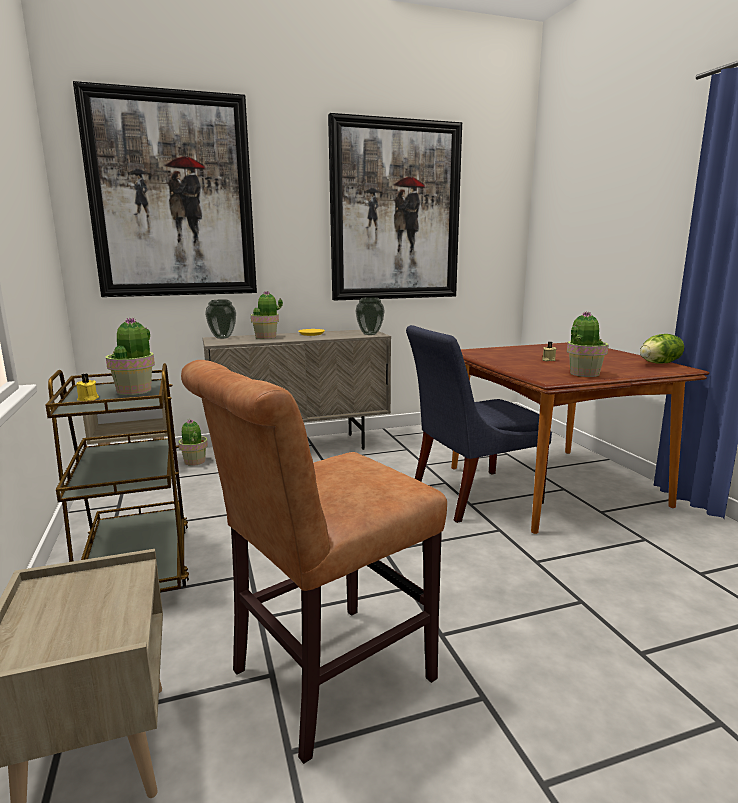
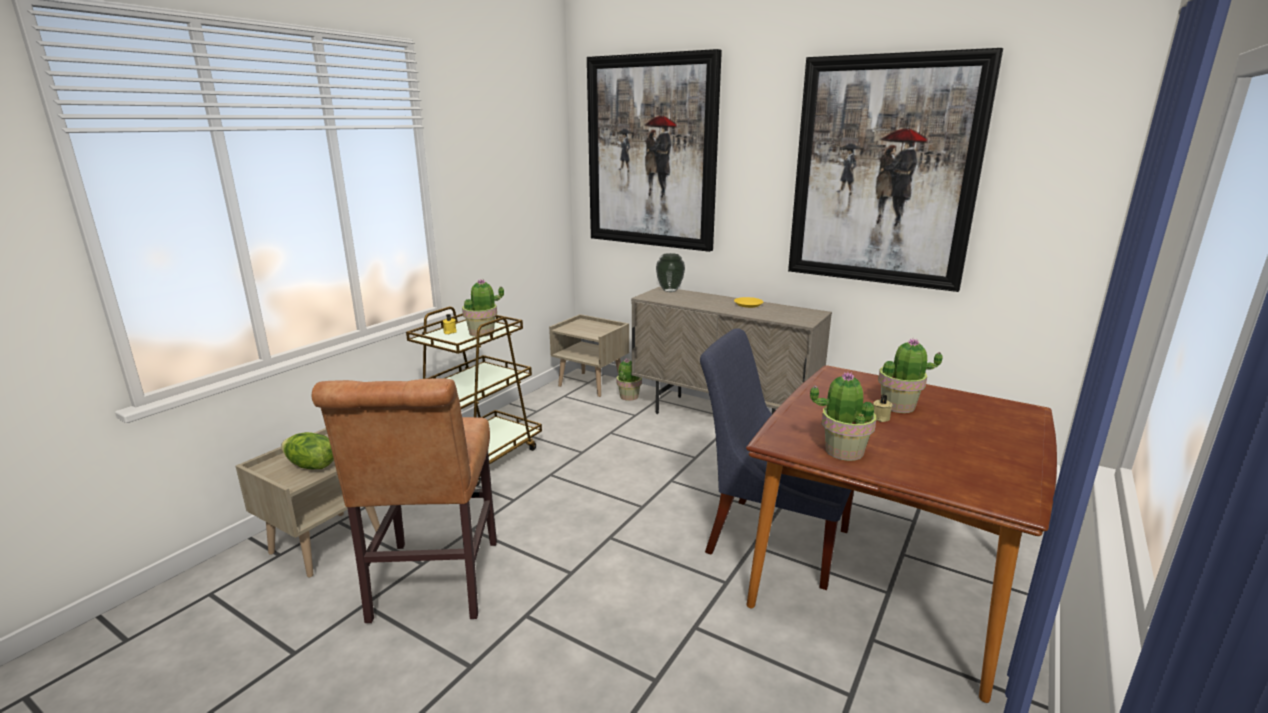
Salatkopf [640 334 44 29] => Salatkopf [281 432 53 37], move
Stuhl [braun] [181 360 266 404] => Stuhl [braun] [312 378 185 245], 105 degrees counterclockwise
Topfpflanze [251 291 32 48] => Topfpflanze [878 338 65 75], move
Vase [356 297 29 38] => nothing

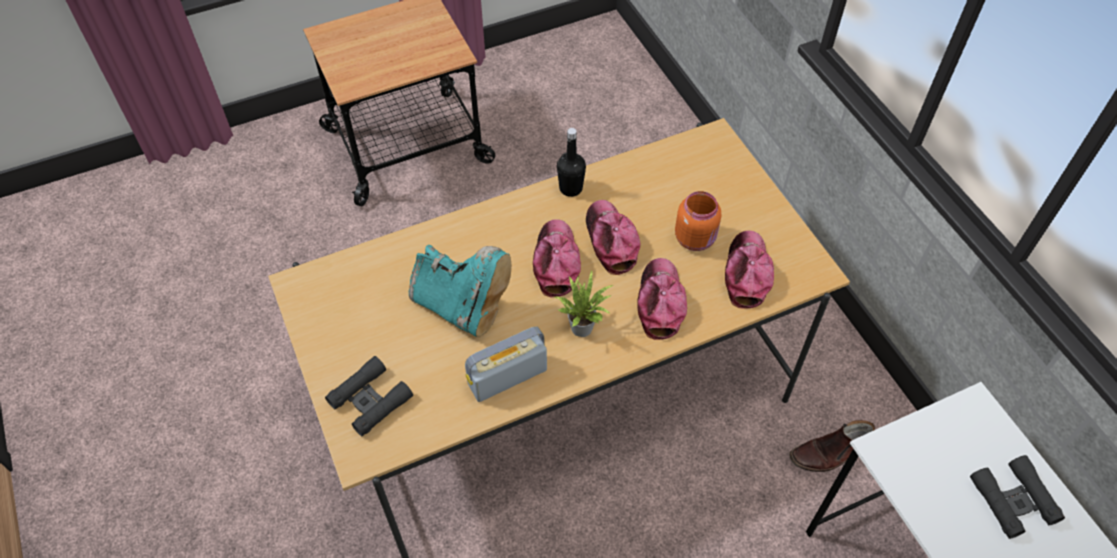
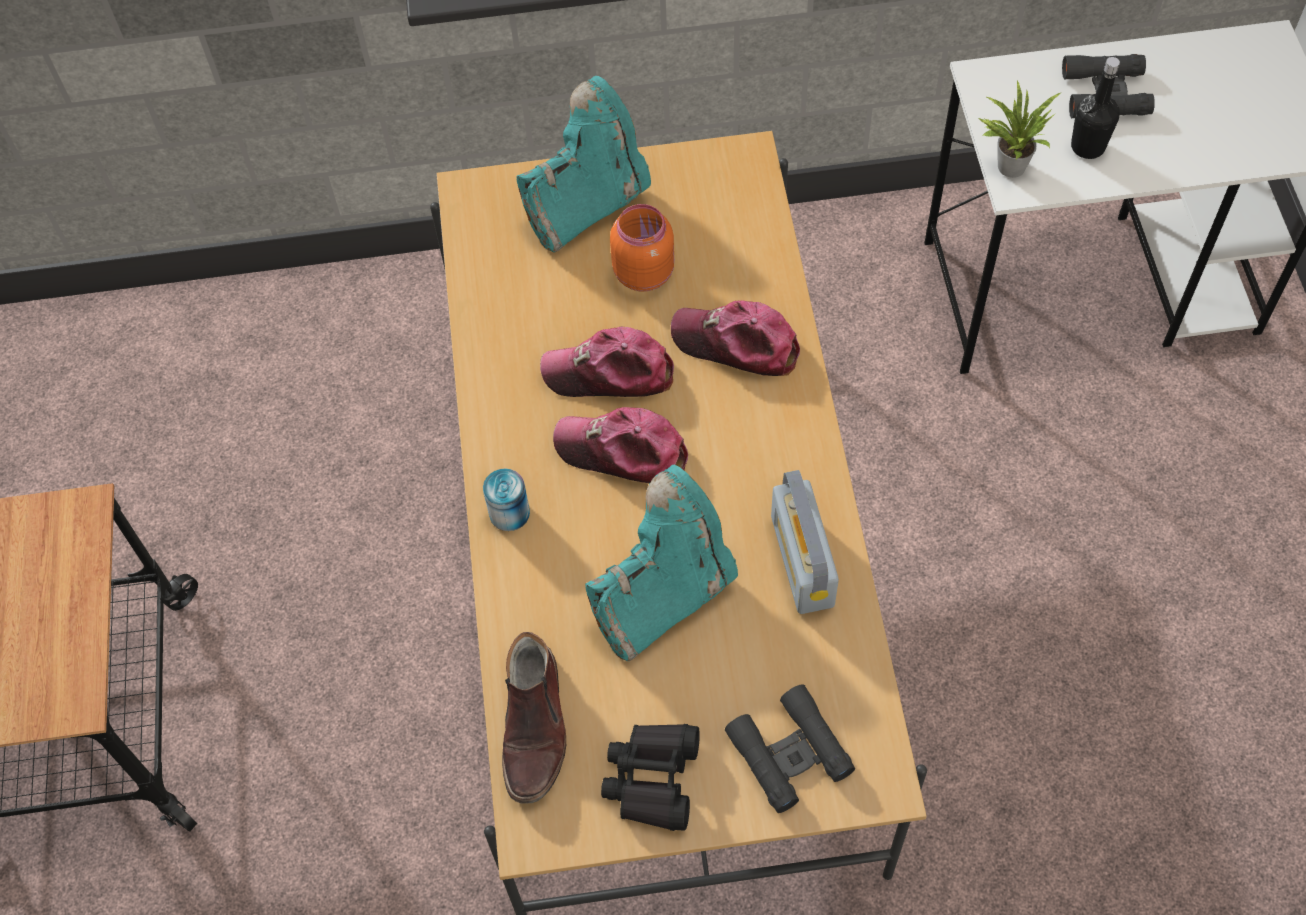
nothing => Dose [483 469 47 62]
Stiefel [braun] [789 420 86 52] => Stiefel [braun] [502 632 64 172], move
nothing => Stiefel [türkis] [516 76 135 177]
nothing => Fernglas [schwarz] [601 724 99 107]
Topfpflanze [555 271 58 66] => Topfpflanze [978 81 82 97], move
Flasche [schwarz] [557 128 29 69] => Flasche [schwarz] [1071 57 49 102], move
Kappe [725 230 49 78] => nothing

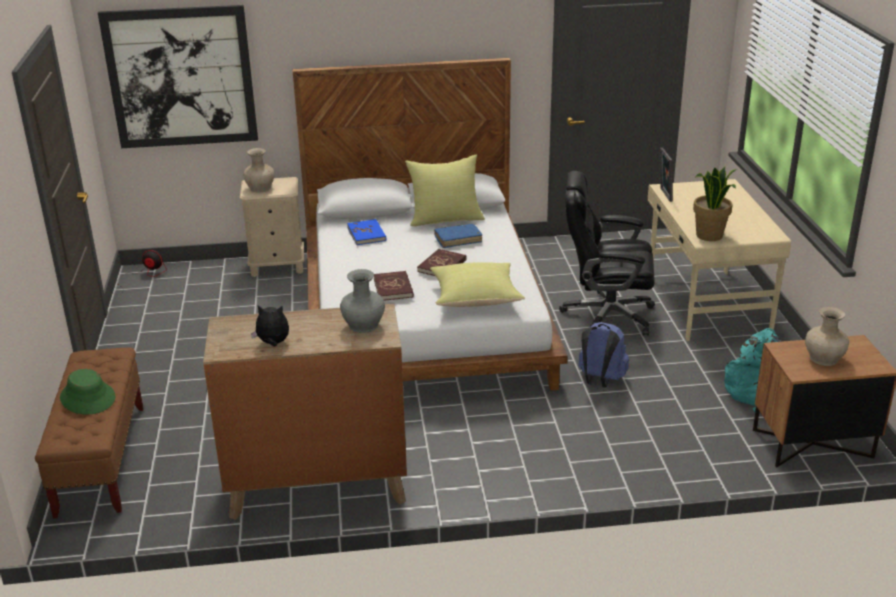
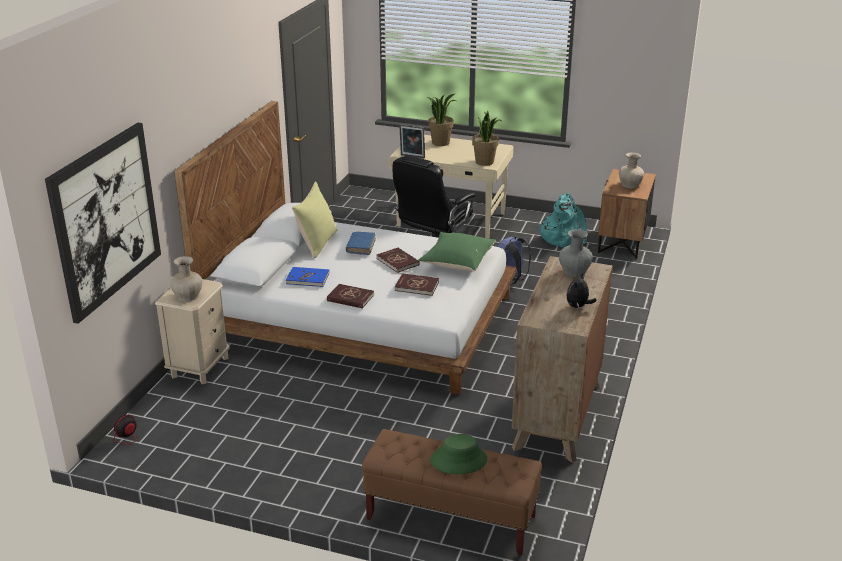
nothing => Buch [rot] [327 284 47 24]
Kissen [gelb] [430 262 95 45] => Kissen [grün] [419 232 77 39]
nothing => Topfpflanze [427 93 29 53]

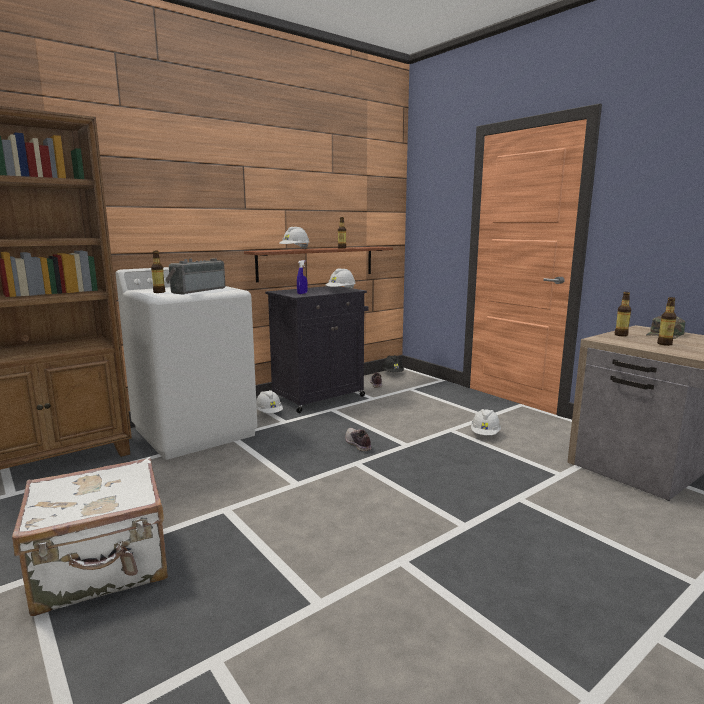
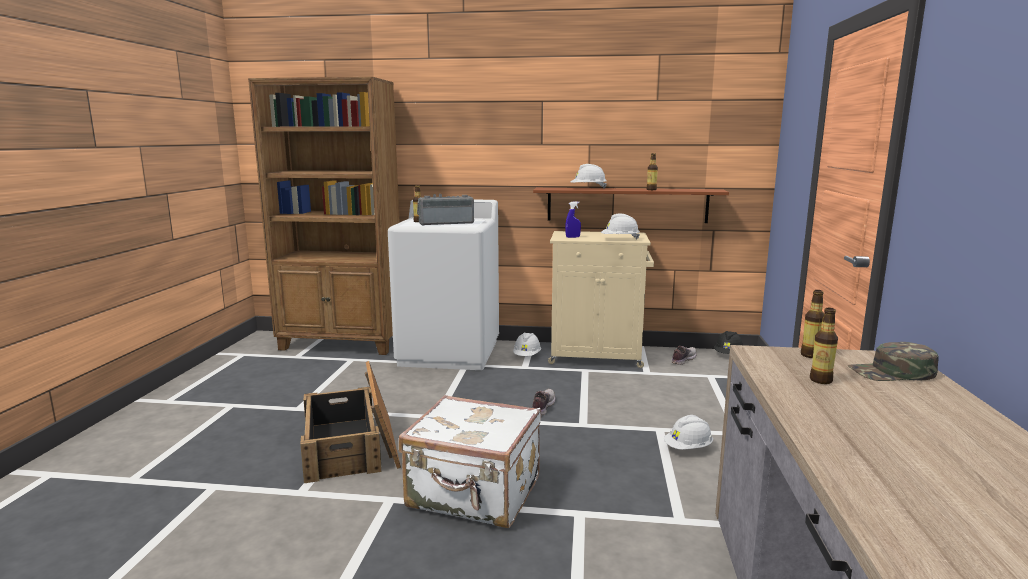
nothing => Kiste [300 361 101 122]
Koffer [weiß] [12 457 156 159] => Koffer [weiß] [399 395 142 133], move
Schrank [schwarz] [265 286 104 127] => Schrank [beige] [548 231 106 137]

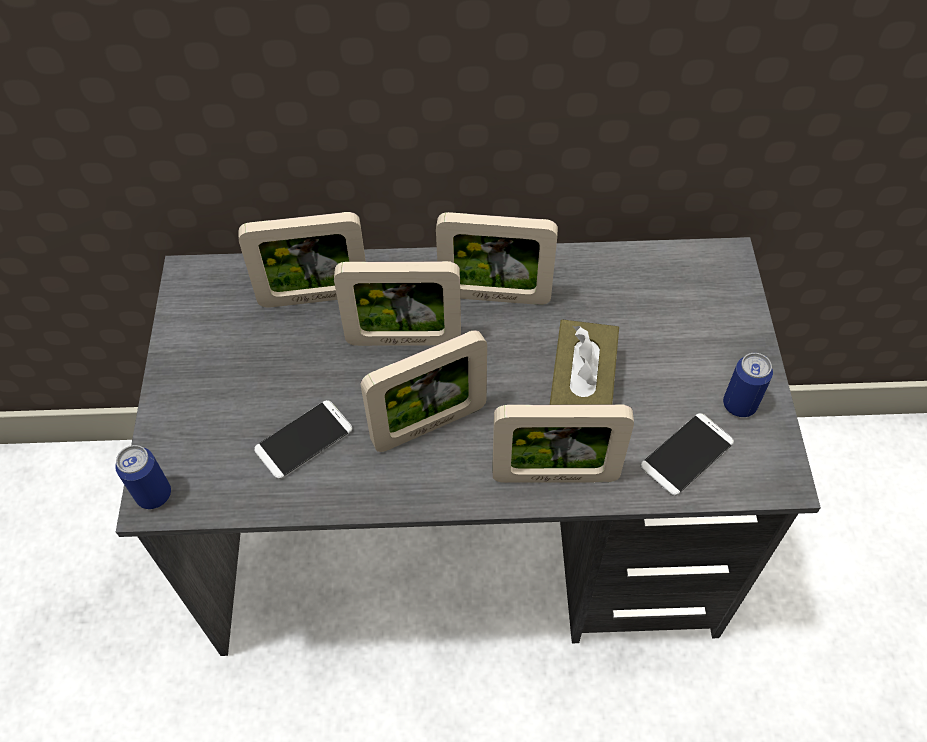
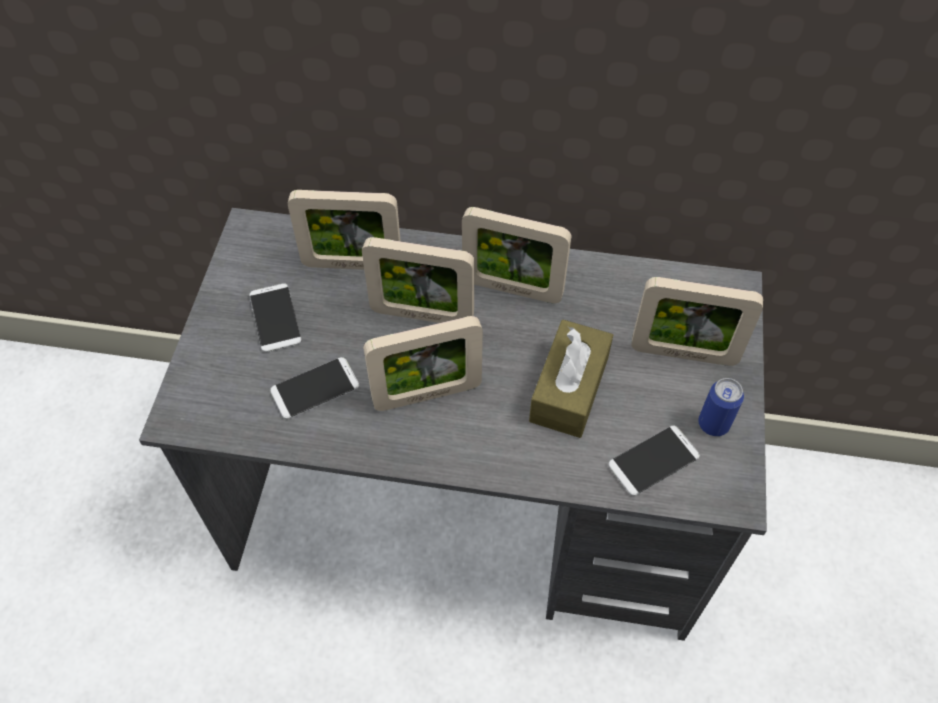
nothing => Handy [249 283 53 69]
Bilderrahmen [492 404 142 79] => Bilderrahmen [632 277 131 89], move
Dose [115 445 56 64] => nothing

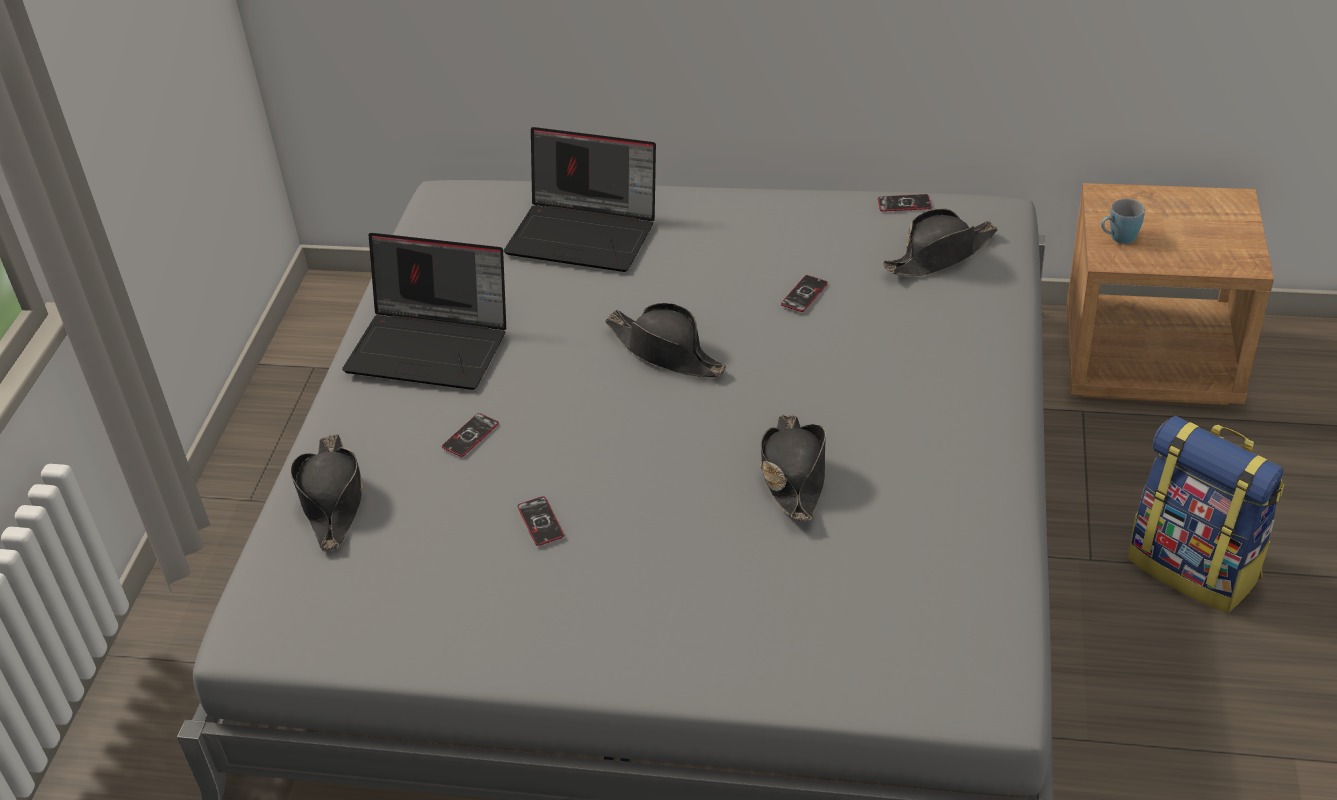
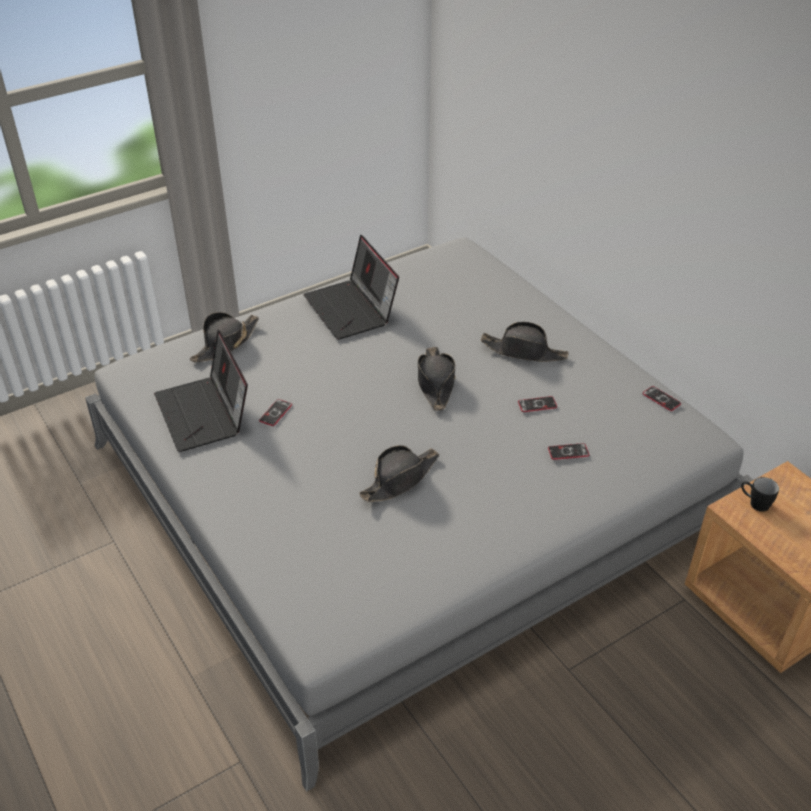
Laptop [504 127 152 145] => Laptop [154 330 94 122], move
Hut [schwarz] [883 209 115 67] => Hut [schwarz] [481 322 87 40], move
Handy [442 413 57 44] => Handy [548 443 41 17], move
Henkelbecher [blau] [1101 199 44 45] => Henkelbecher [schwarz] [741 477 38 35]
Rucksack [1128 416 156 197] => nothing

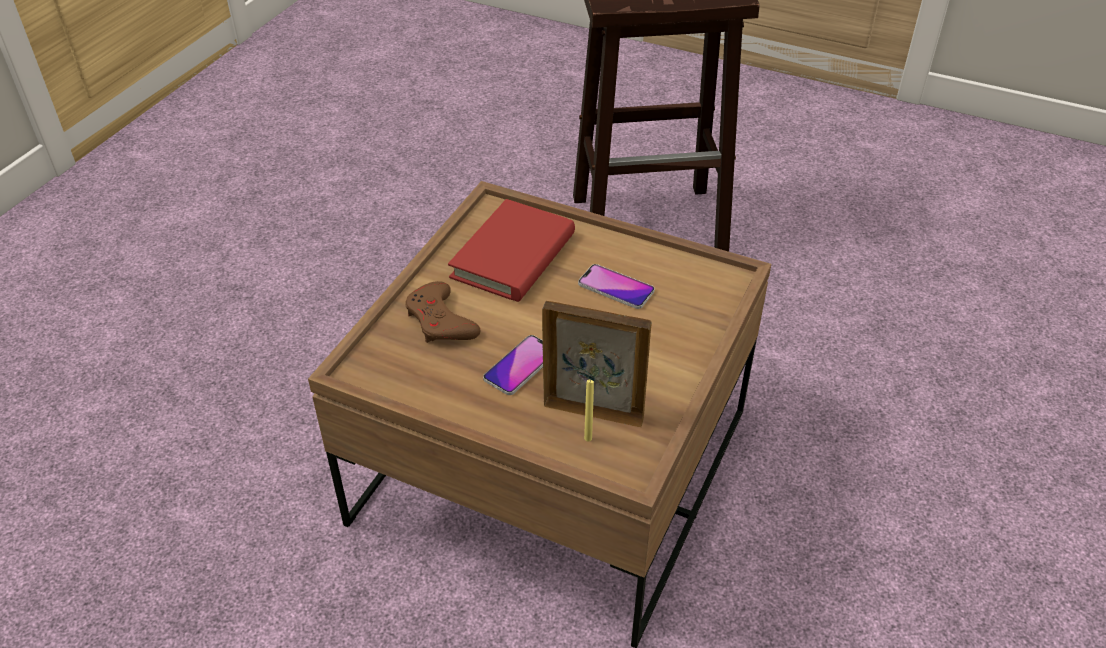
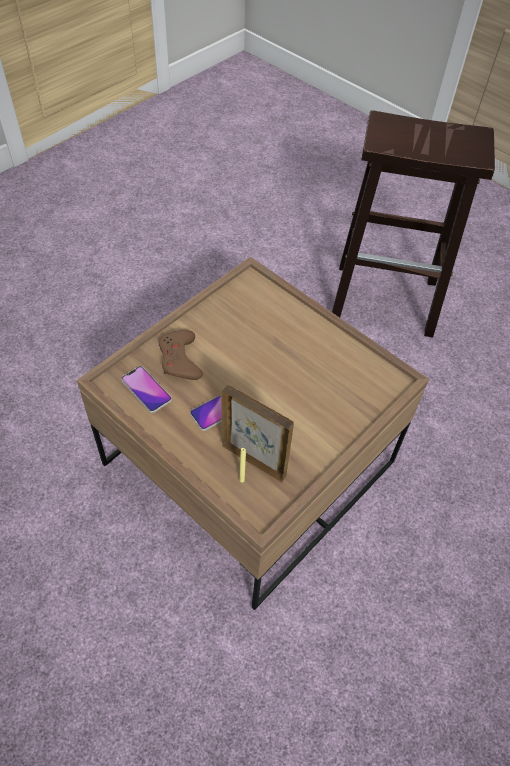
Handy [578 264 77 45] => Handy [121 366 51 47], move
Buch [rot] [448 199 127 103] => nothing

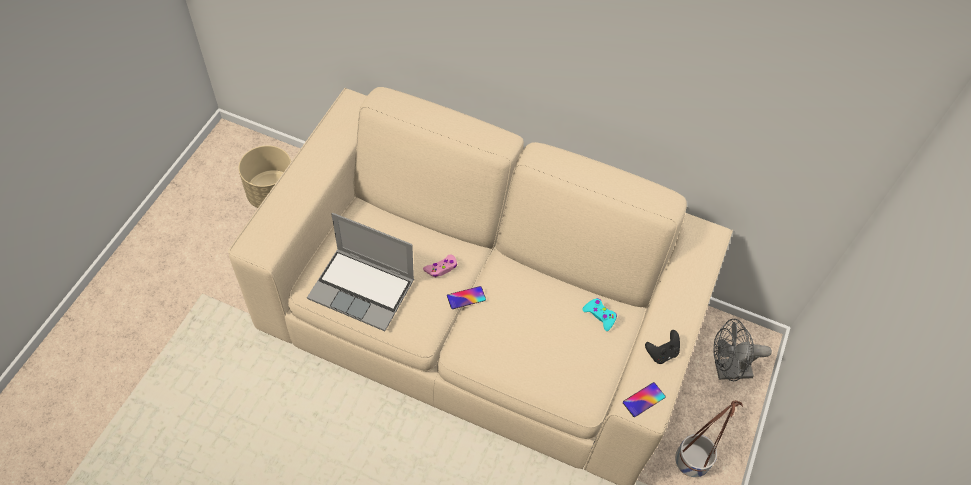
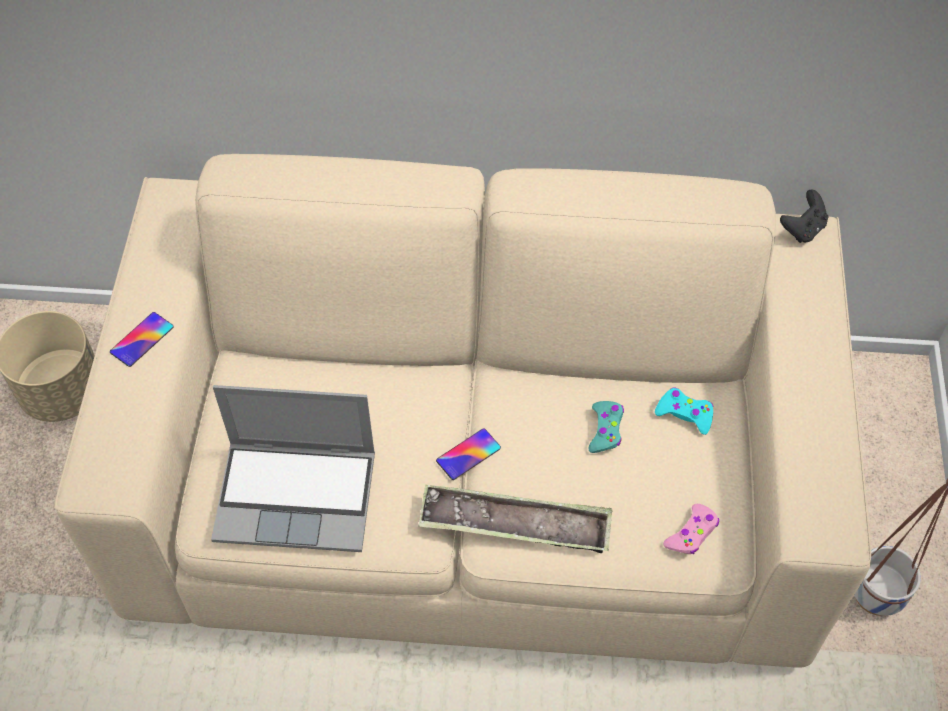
Handy [623 382 43 35] => Handy [110 312 64 55], move
nothing => Tablett [418 485 195 68]
nothing => Gamepad [türkis] [589 401 35 52]
Gamepad [rosa] [423 254 34 24] => Gamepad [rosa] [663 504 56 50], move
Gamepad [schwarz] [645 330 35 34] => Gamepad [schwarz] [780 190 49 53], move
Ventilator [grau] [714 319 58 62] => nothing

